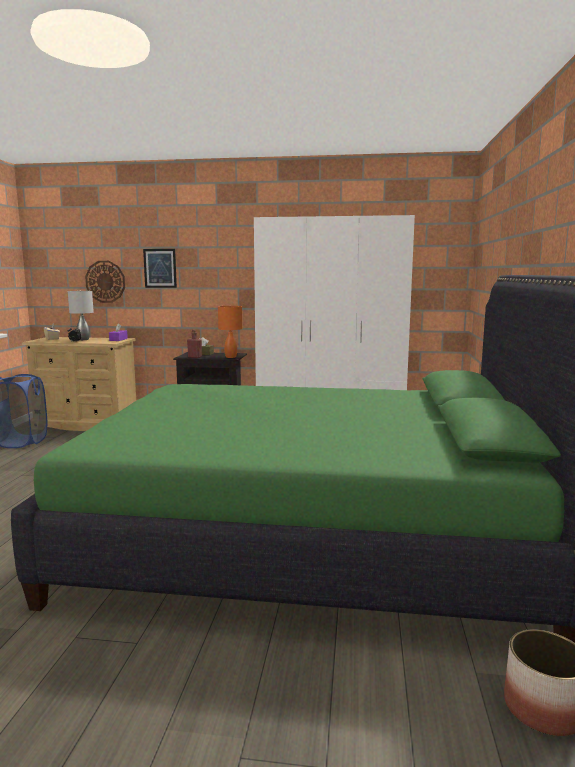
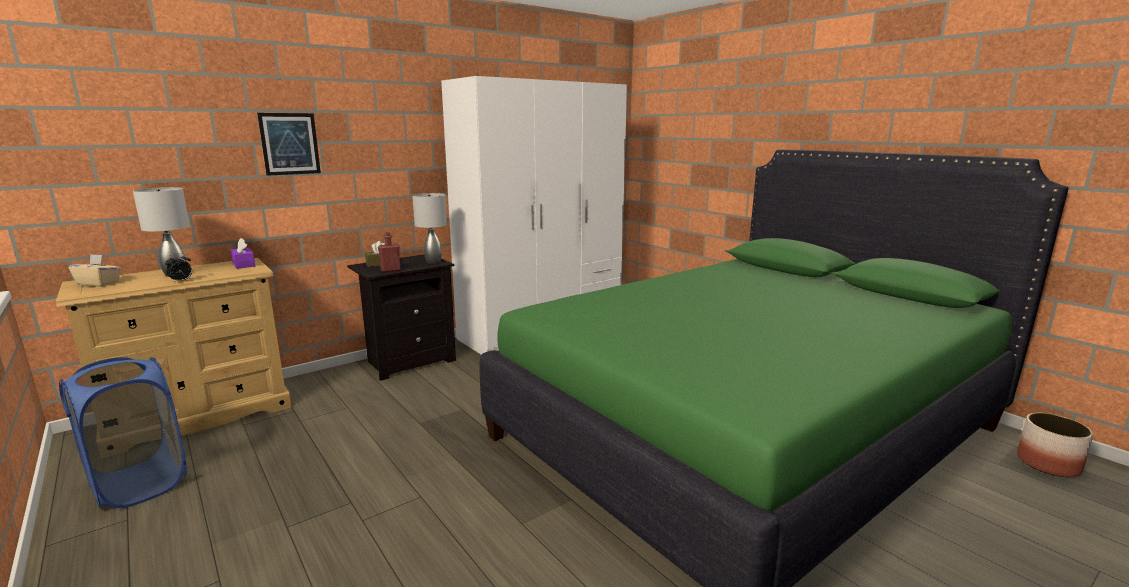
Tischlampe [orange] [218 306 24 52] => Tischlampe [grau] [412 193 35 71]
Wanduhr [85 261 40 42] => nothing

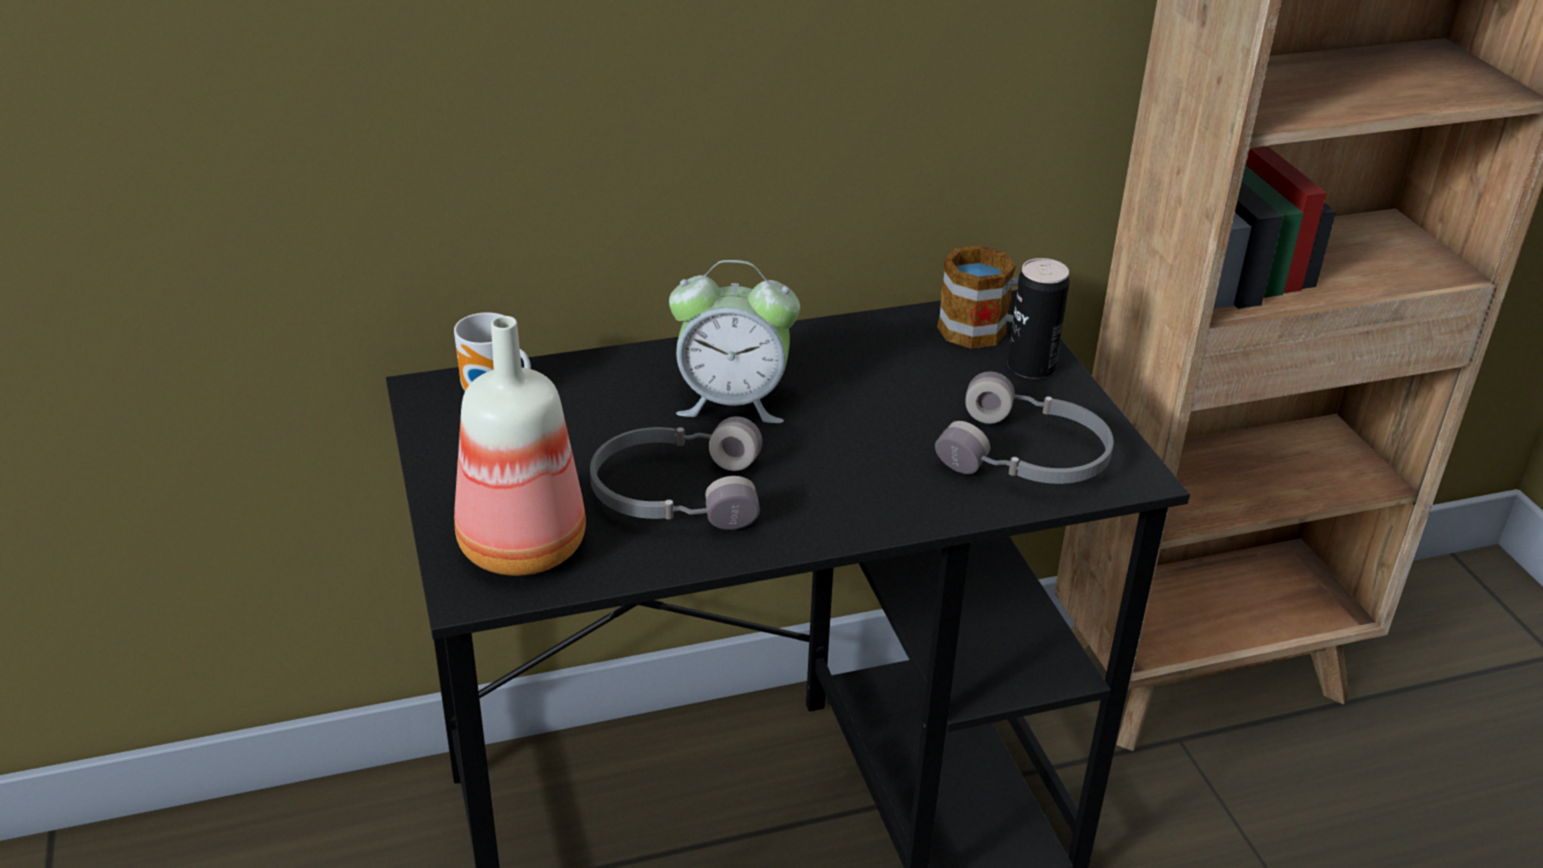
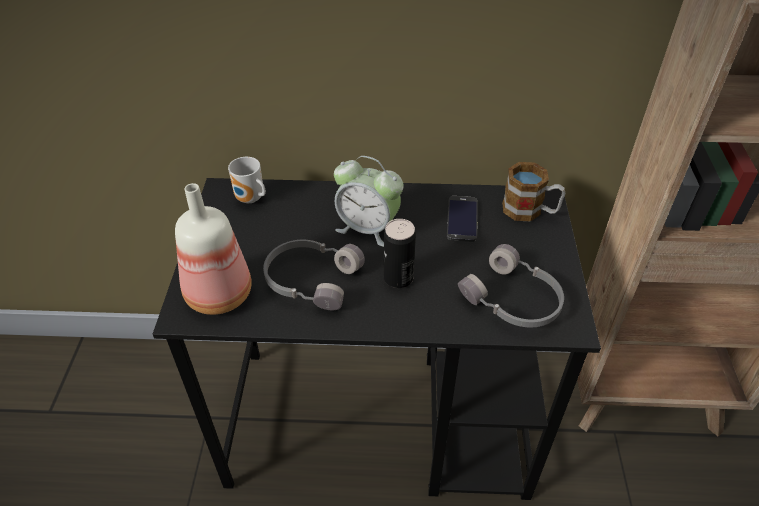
Dose [1007 258 63 121] => Dose [384 219 32 69], move
nothing => Handy [447 196 31 46]

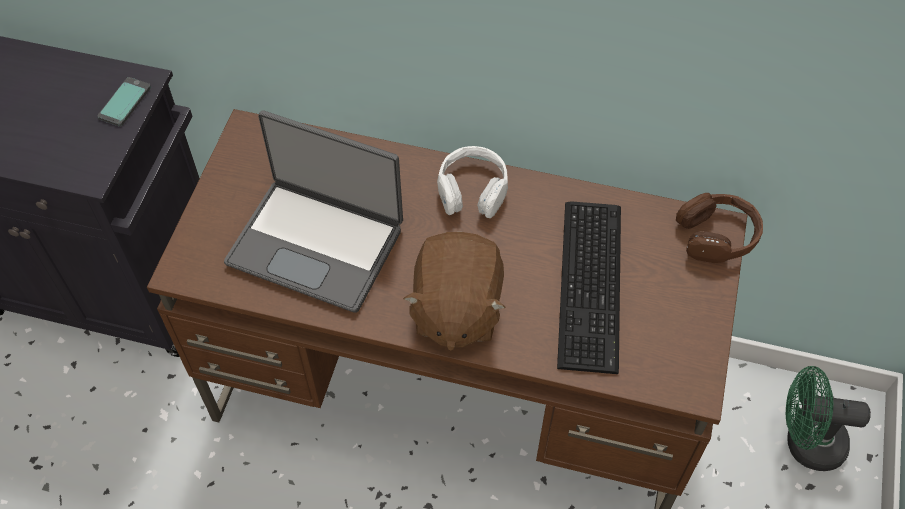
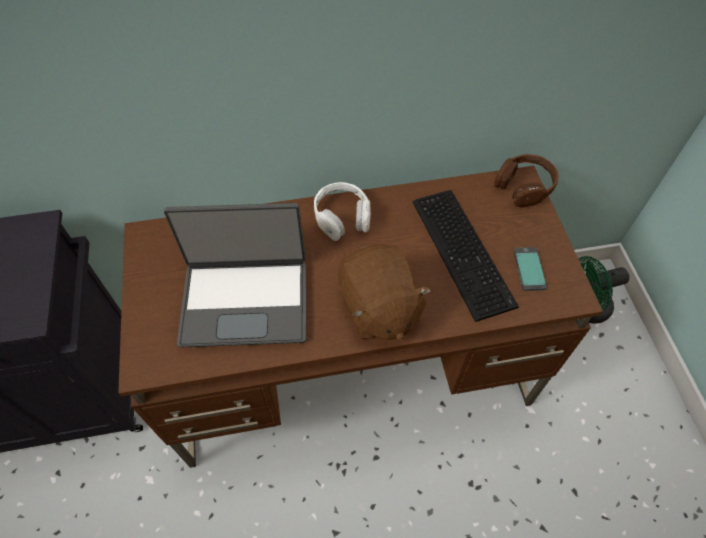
Handy [97 77 54 50] => Handy [514 247 33 44], move

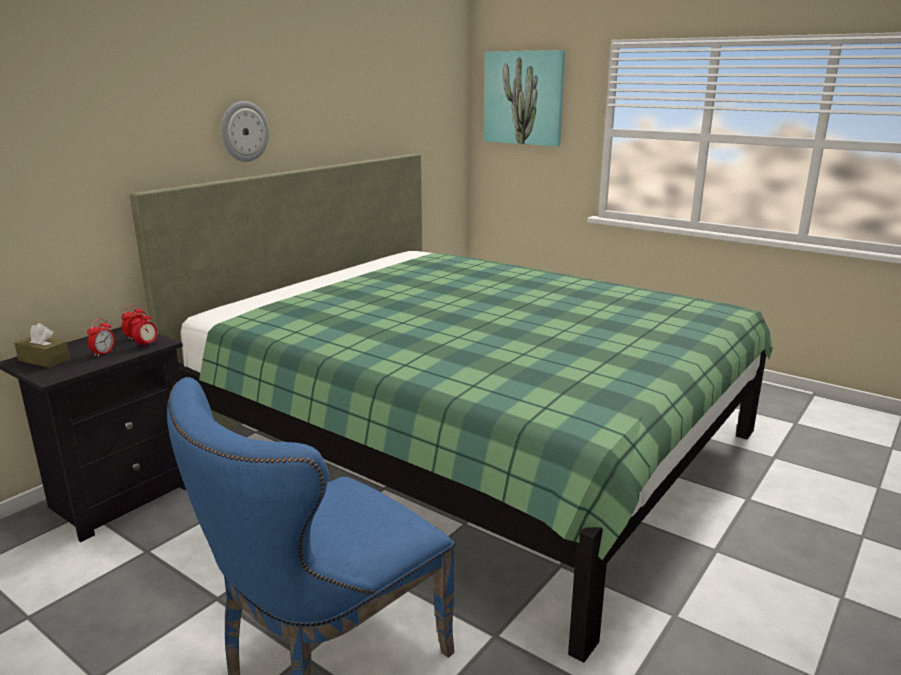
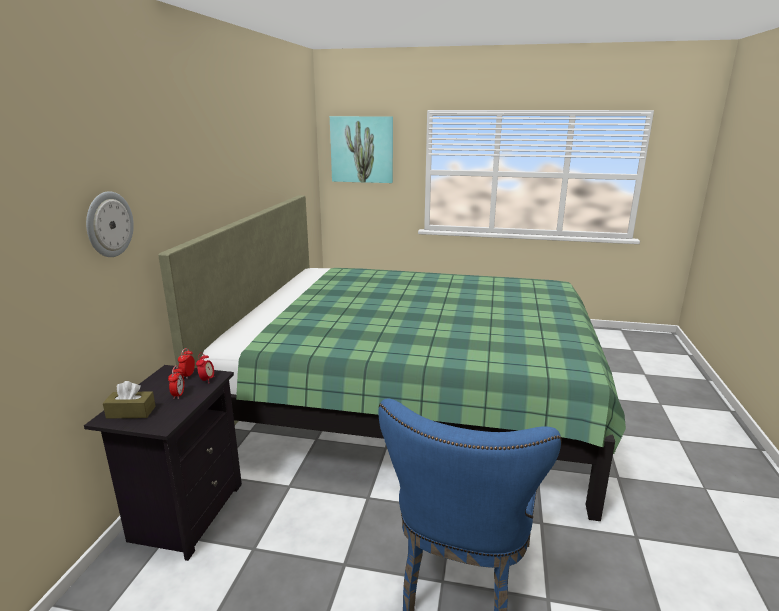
Wanduhr [221 101 48 61] => Wanduhr [86 191 48 66], move

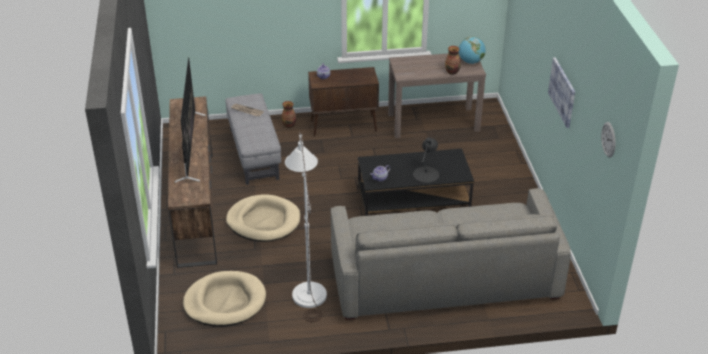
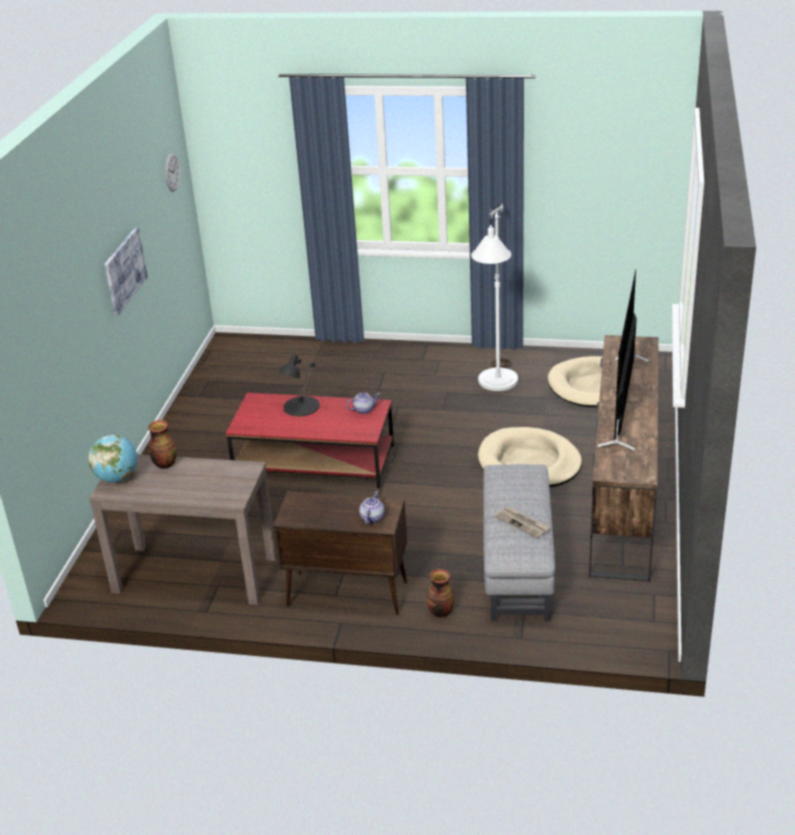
Couchtisch [schwarz] [358 149 116 67] => Couchtisch [rot] [226 393 168 95]
Sofa [grau] [331 188 240 132] => nothing

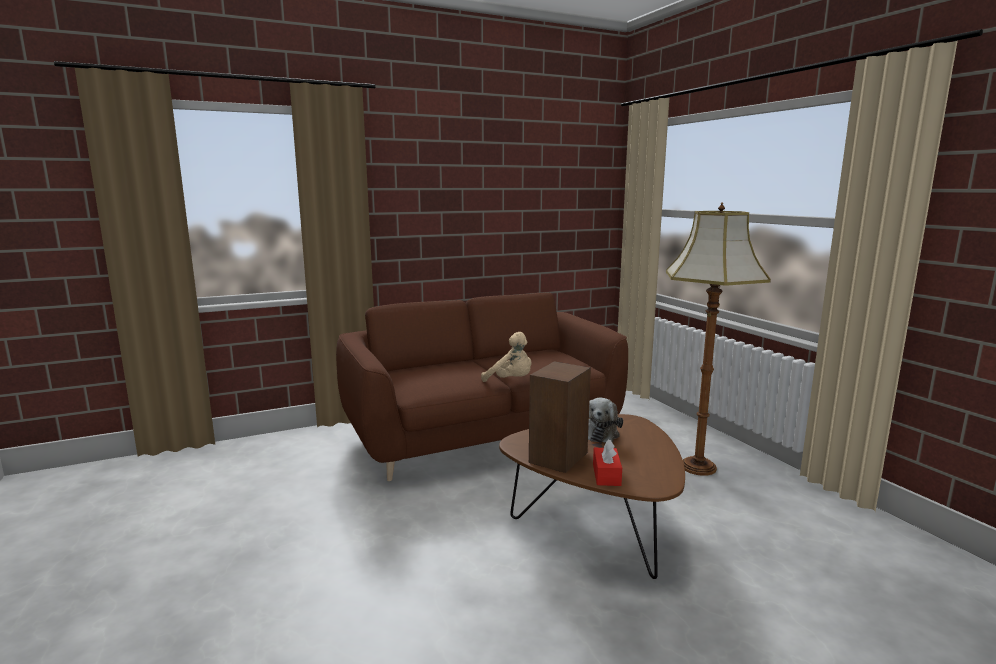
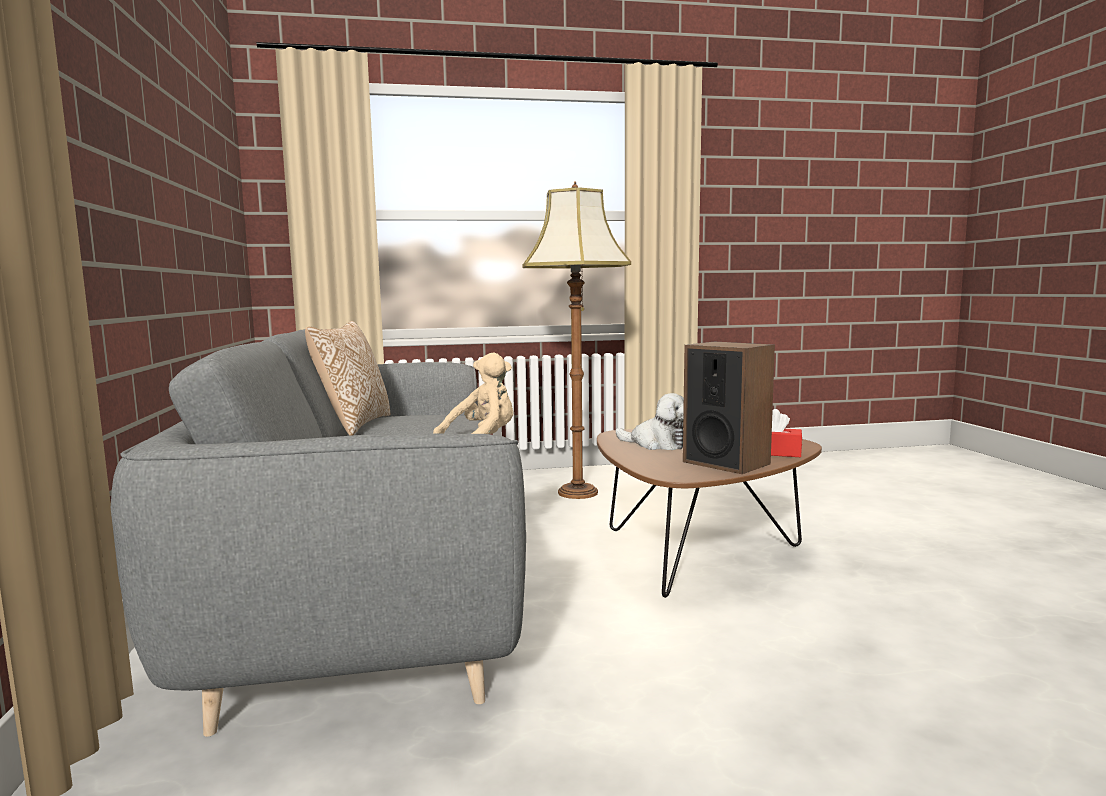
Sofa [braun] [336 292 292 189] => Sofa [grau] [111 329 415 408]
nothing => Kissen [305 321 86 115]

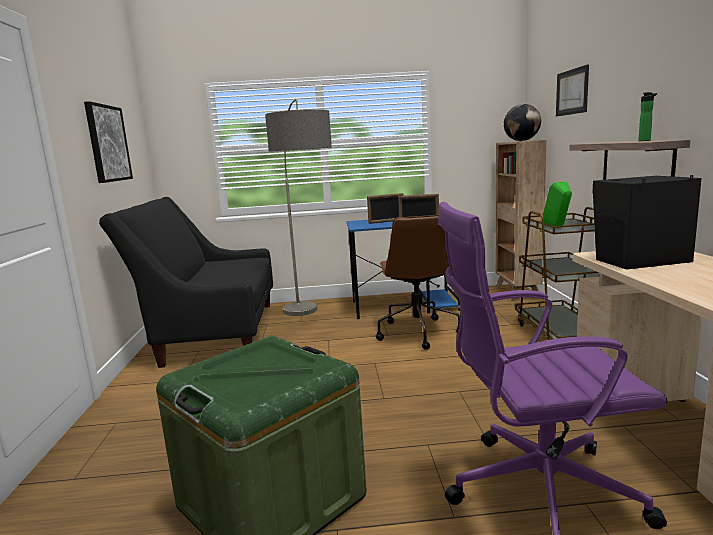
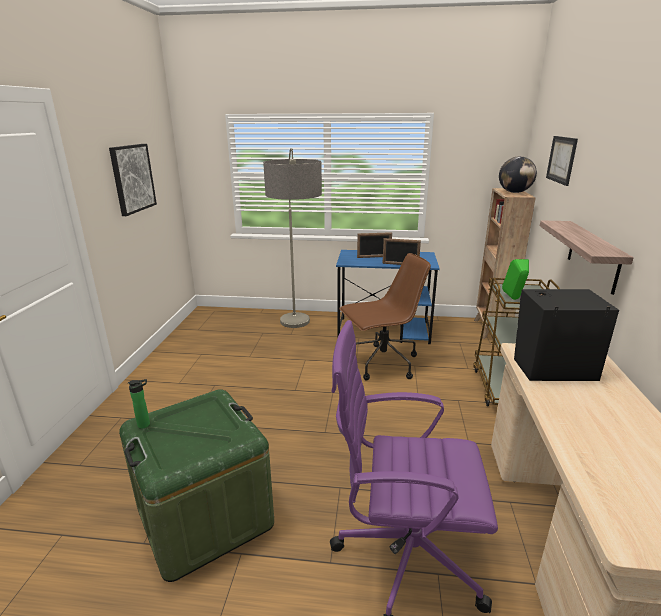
Flasche [638 92 19 49] => Flasche [128 379 22 50], move
Bürostuhl [braun] [376 214 84 136] => Bürostuhl [braun] [339 253 92 128], 120 degrees counterclockwise
Sofa [schwarz] [99 197 174 171] => nothing

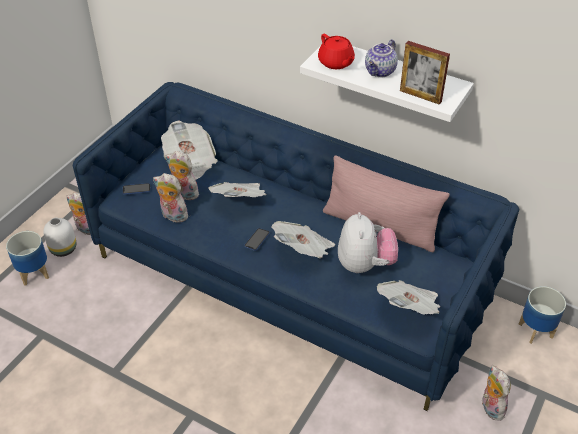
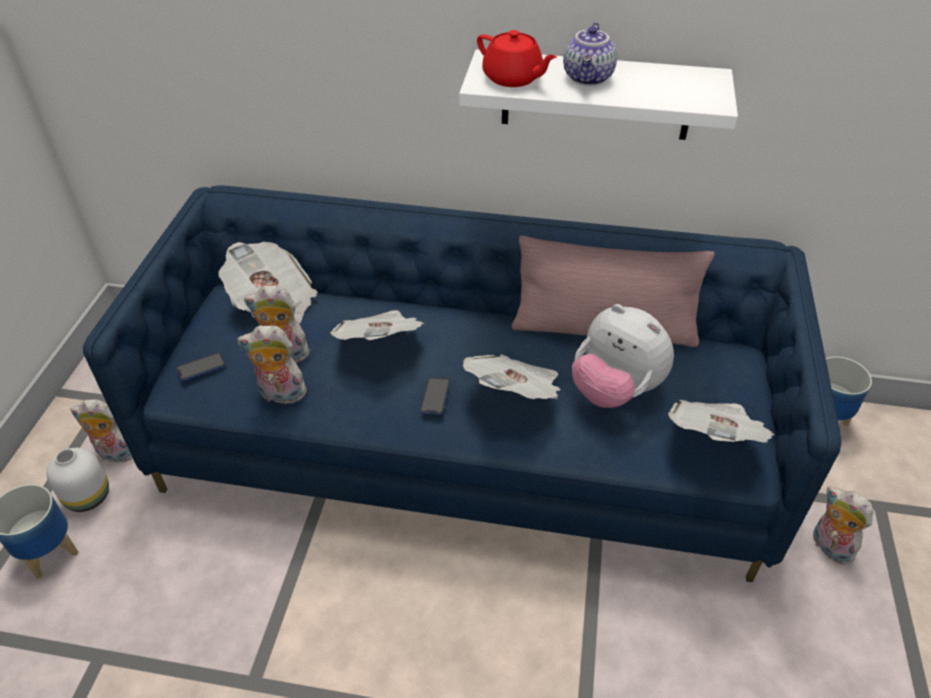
Plüschtier [338 212 60 61] => Plüschtier [572 304 102 104], 150 degrees clockwise
Bilderrahmen [400 41 50 64] => nothing

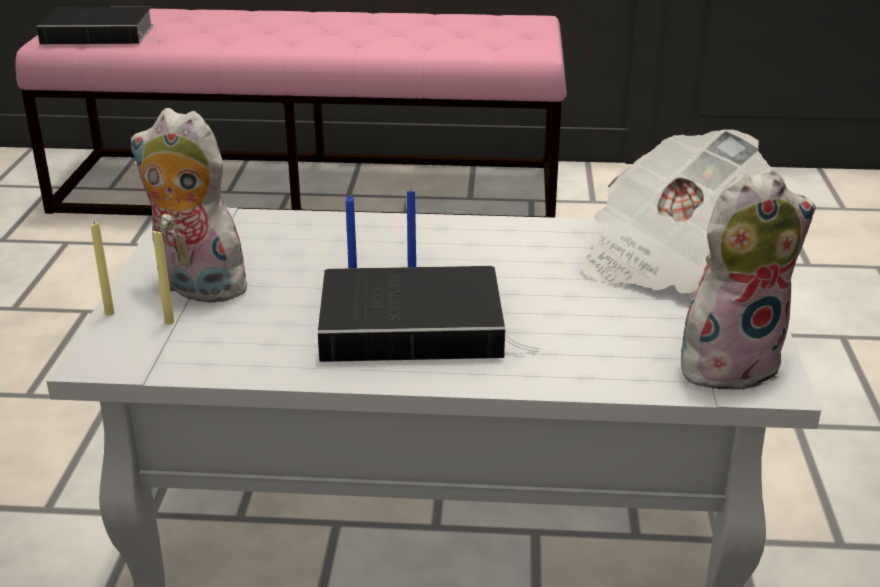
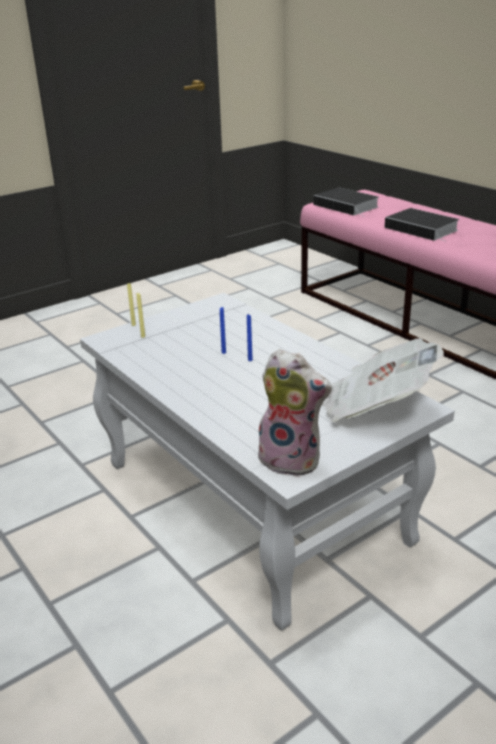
Buch [318 266 221 96] => Buch [385 208 74 34], move
Plüschtier [131 108 124 195] => nothing

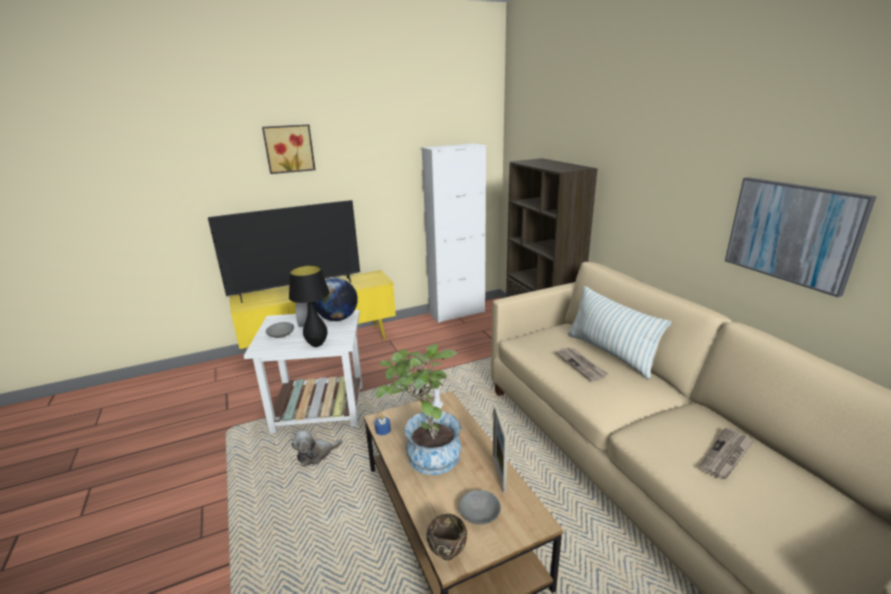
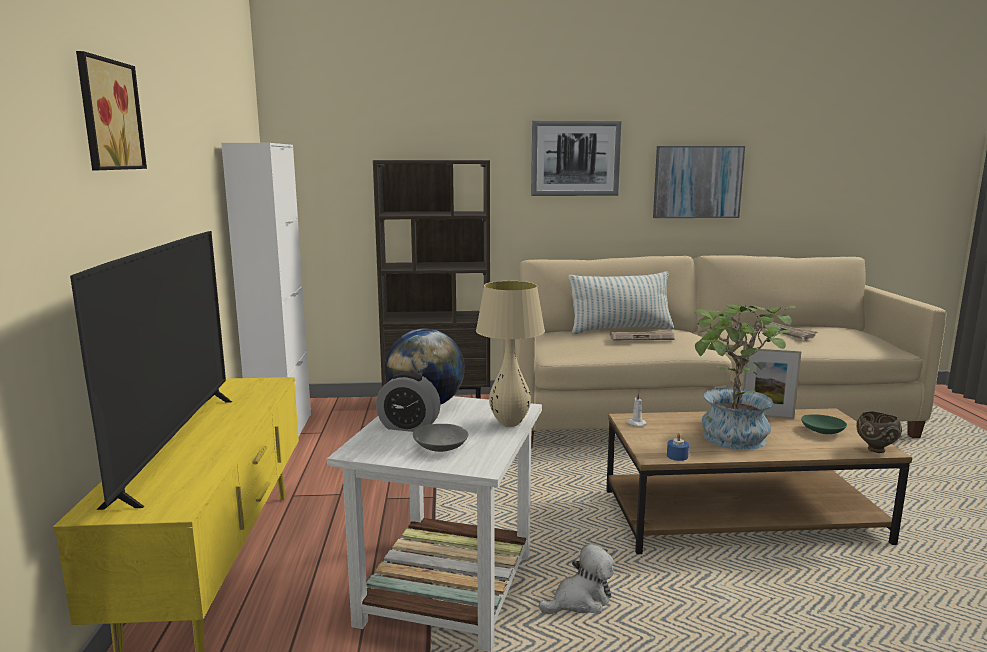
Tischlampe [schwarz] [289 265 41 82] => Tischlampe [beige] [476 281 69 146]
nothing => Bild [531 121 91 75]
Plüschtier [292 430 50 36] => Plüschtier [539 544 75 70], 105 degrees counterclockwise
Schüssel [grau] [459 490 42 34] => Schüssel [grün] [801 414 46 20]

